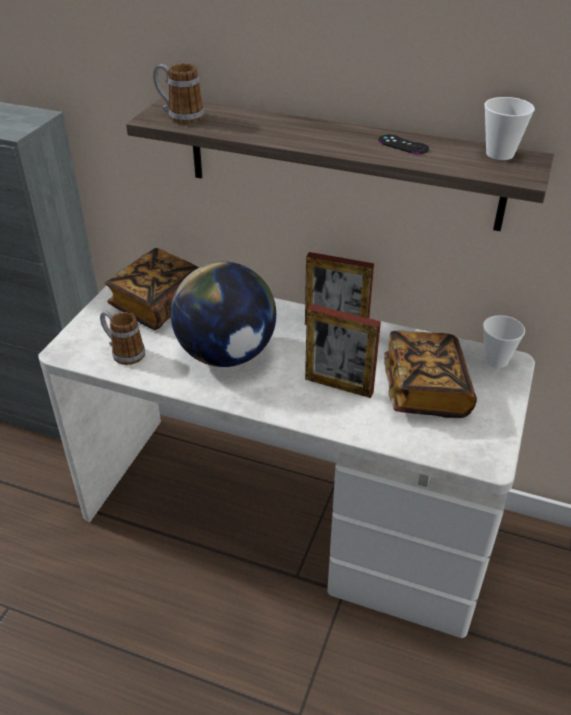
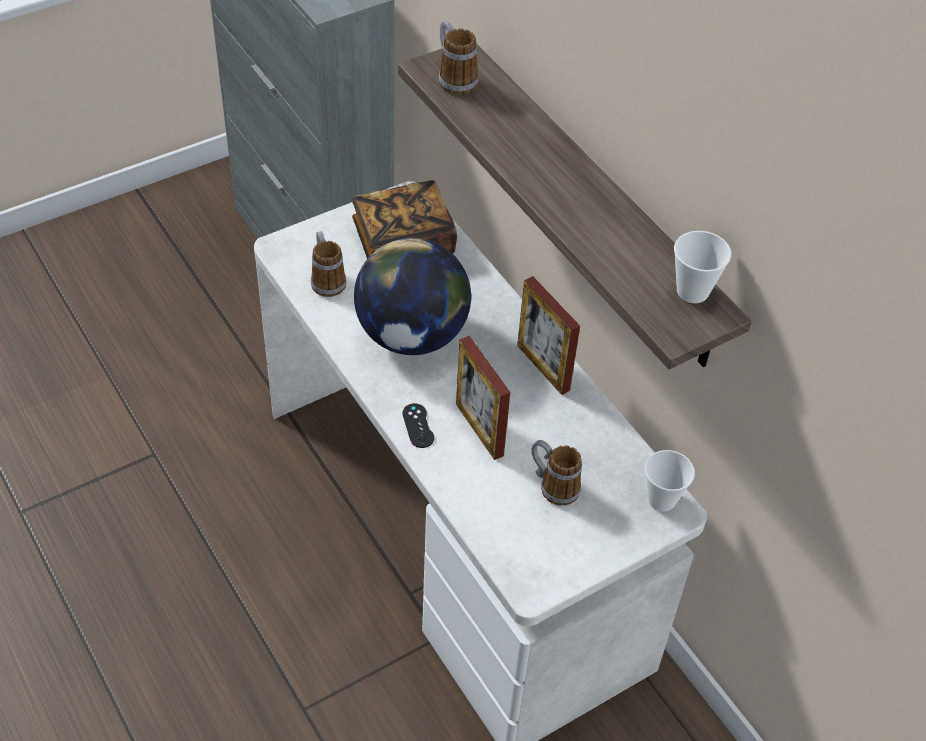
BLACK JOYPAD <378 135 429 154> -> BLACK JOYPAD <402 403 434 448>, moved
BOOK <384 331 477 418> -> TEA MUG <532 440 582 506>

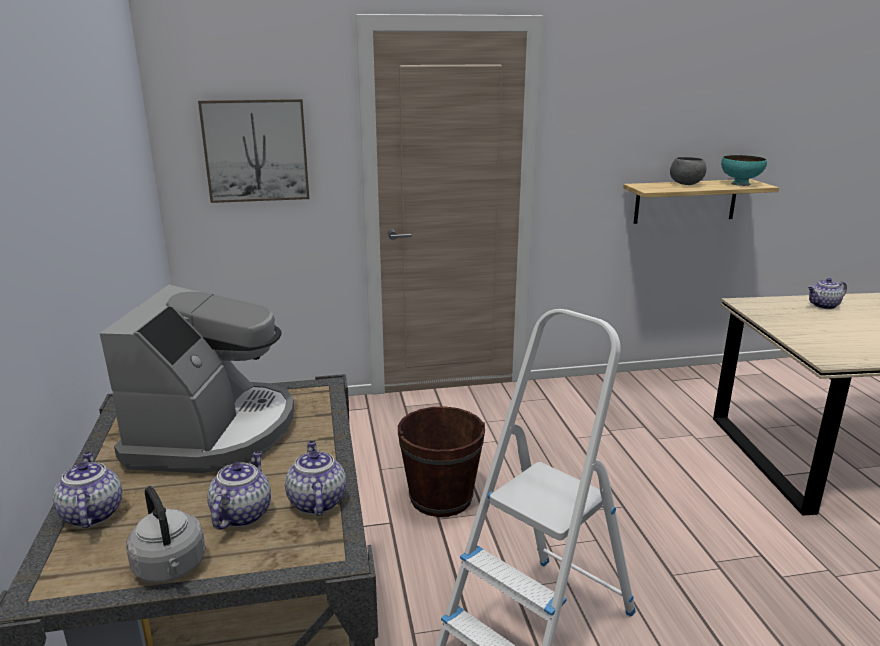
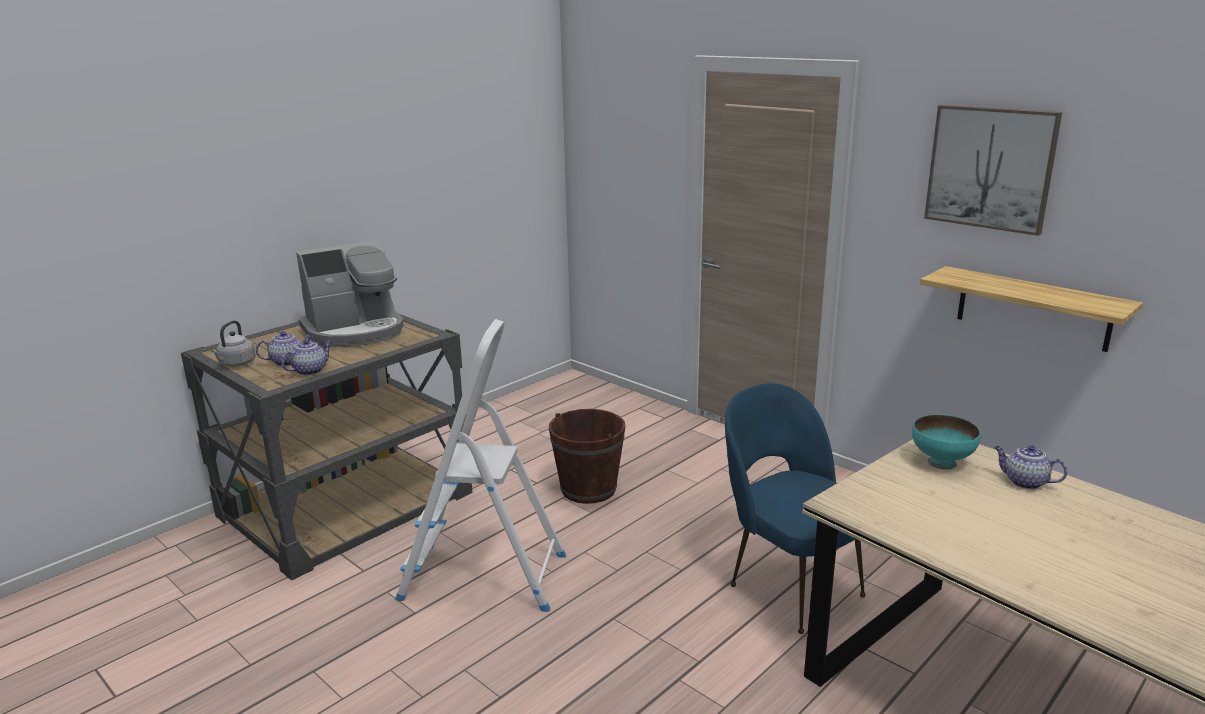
TEAPOT <53 452 122 528> -> none
PICTURE <198 99 309 203> -> PICTURE <924 105 1062 236>, moved
GRAY DEEP DISH <670 157 706 185> -> none
TURQUOISE-COLOURED DEEP DISH <721 155 767 186> -> TURQUOISE-COLOURED DEEP DISH <912 415 981 470>, moved
none -> BLUE-COLOURED CHAIR <725 383 866 634>

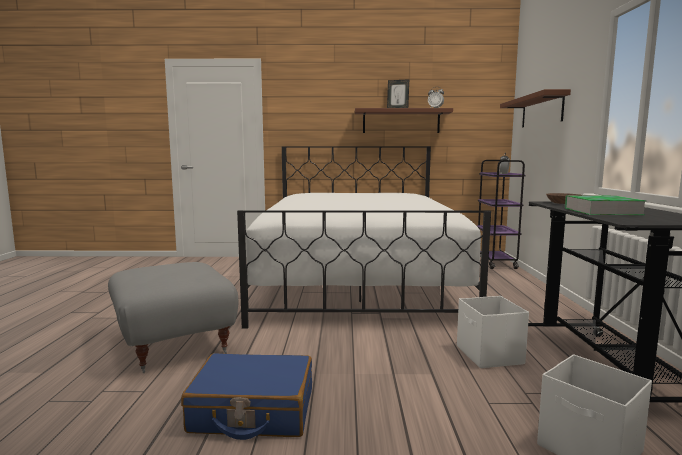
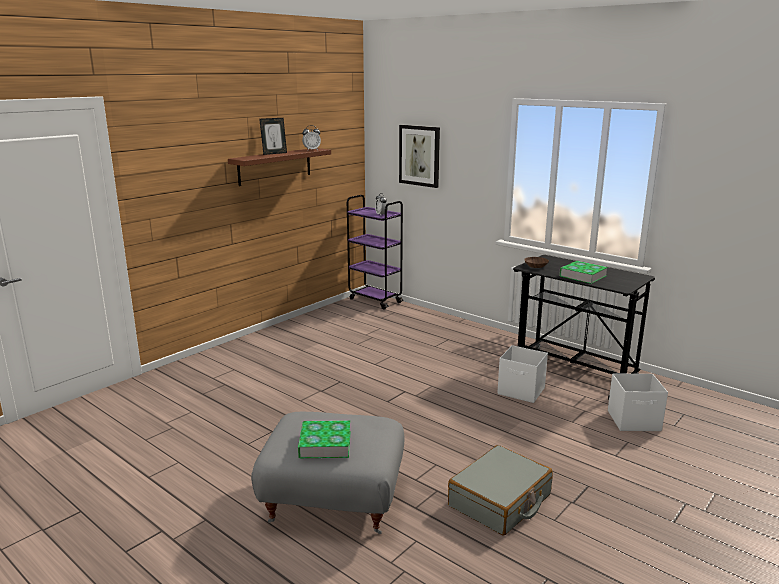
BLUE-COLOURED PIECE OF LUGGAGE <181 353 312 440> -> GRAY PIECE OF LUGGAGE <448 445 553 535>
WHITISH SLEEPING BED <237 146 491 328> -> none
BROWNISH BRACKET SHELF <500 89 571 128> -> PICTURE <399 125 440 188>
none -> BOOK <298 420 351 458>

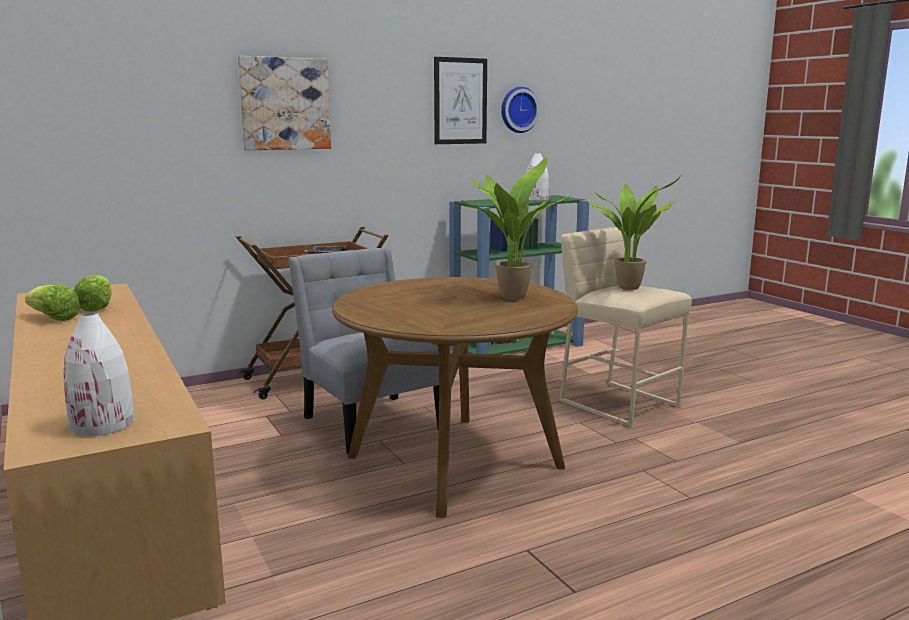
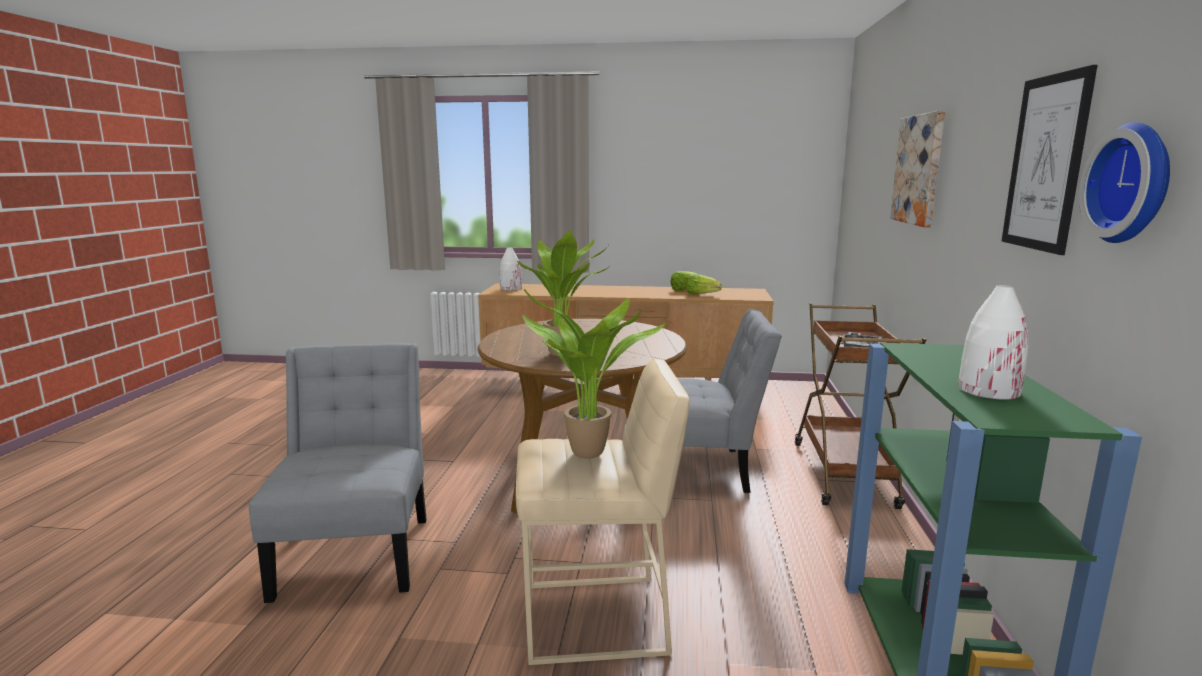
none -> GRAY CHAIR <249 343 427 603>

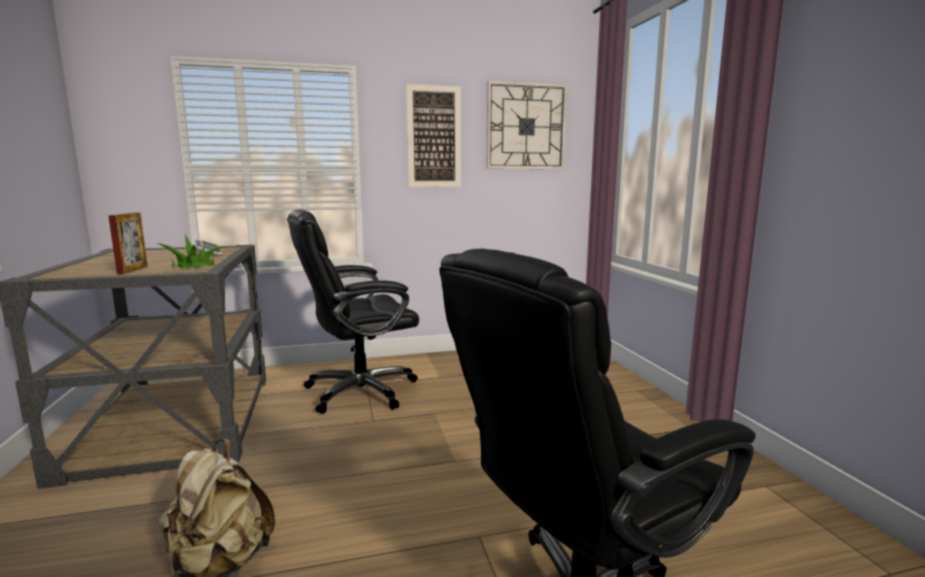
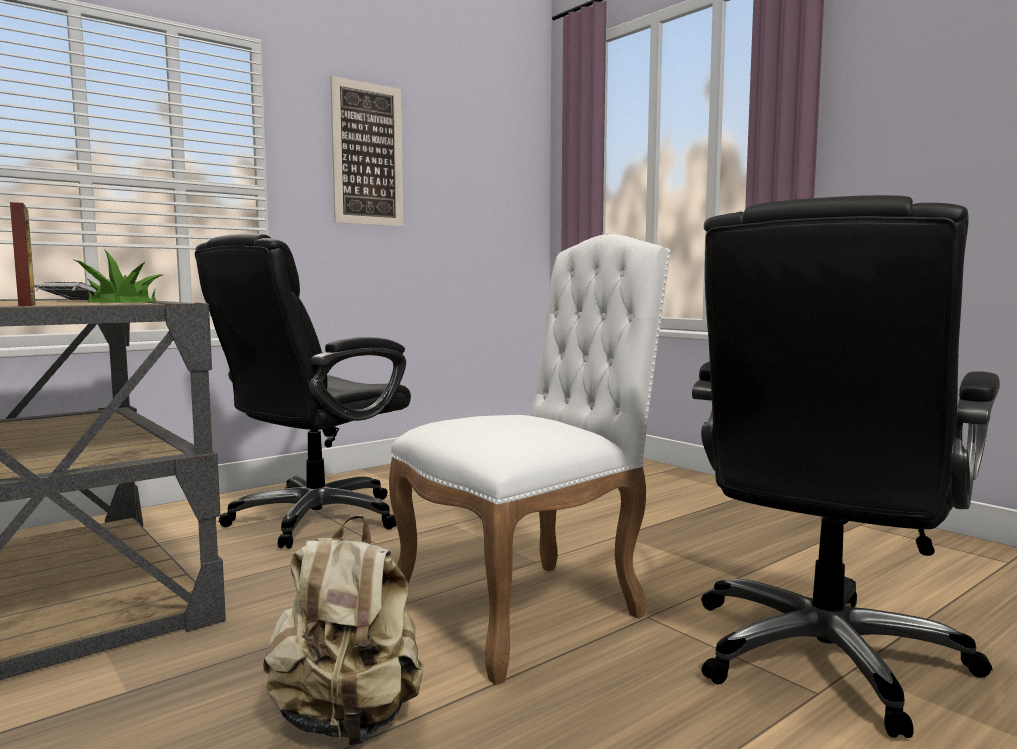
HANGING CLOCK <486 81 567 169> -> none
none -> WHITISH CHAIR <389 234 670 685>

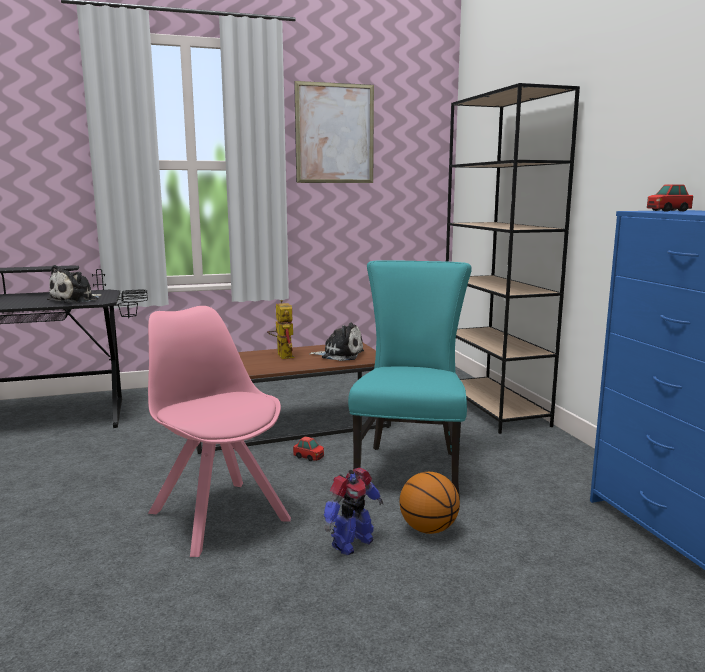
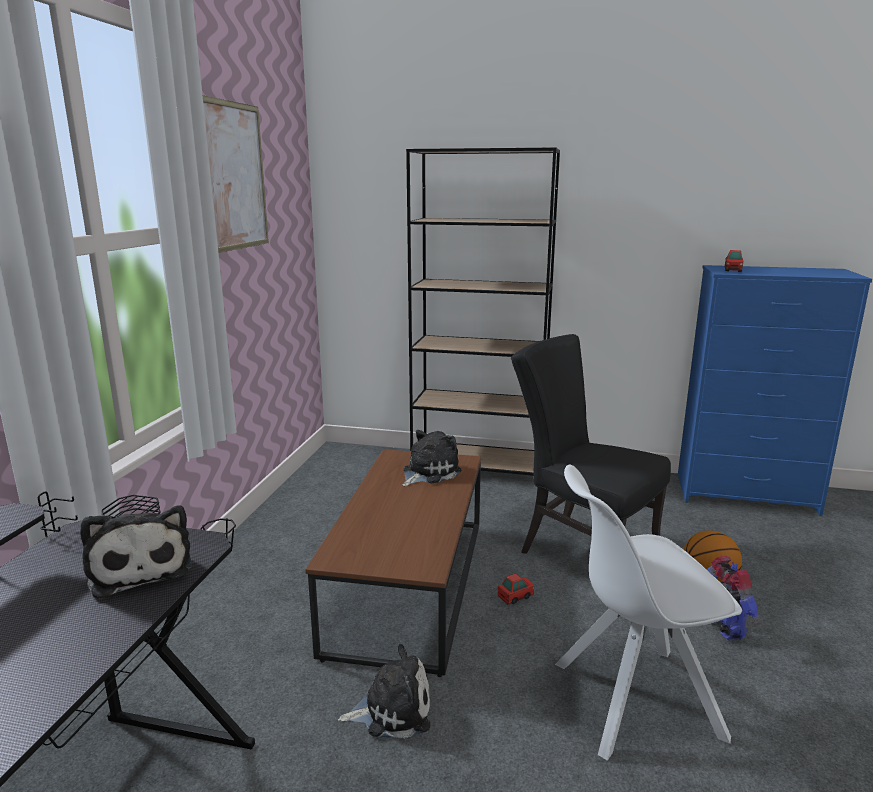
PINK CHAIR <148 306 291 557> -> WHITISH CHAIR <555 465 742 761>
MODEL ROBOT <267 300 295 359> -> none
TURQUOISE-COLOURED CHAIR <348 260 472 499> -> BLACK CHAIR <511 334 671 554>
none -> CUDDLY TOY <338 644 430 739>

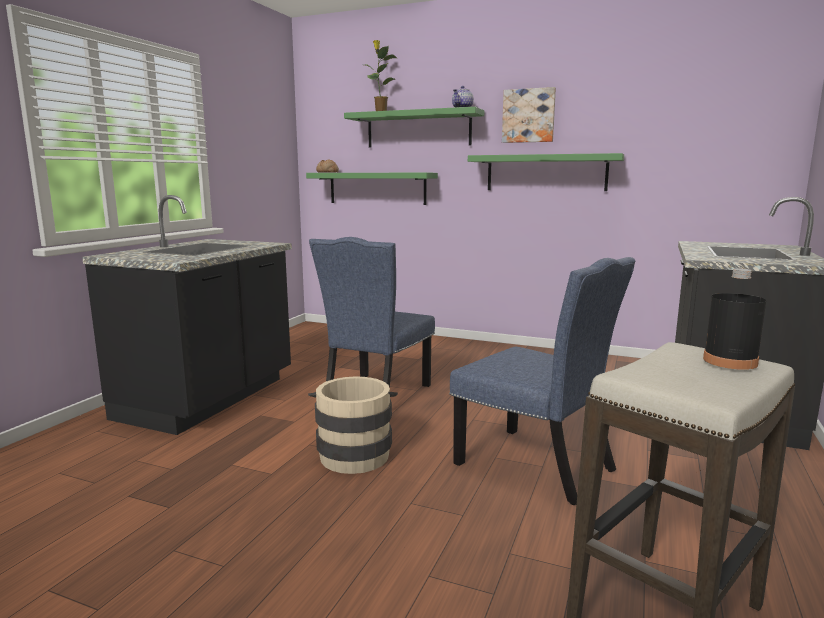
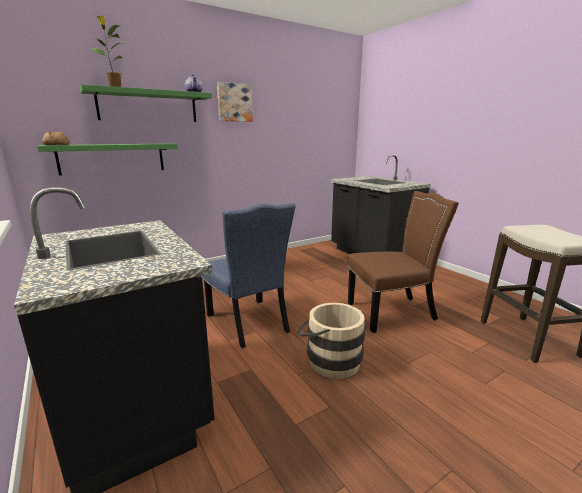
BLUE-COLOURED CHAIR <449 257 635 505> -> BROWNISH CHAIR <347 191 459 333>
GREEN BRACKET SHELF <468 153 624 191> -> none
BLACK DRINK BOTTLE <703 268 766 370> -> none

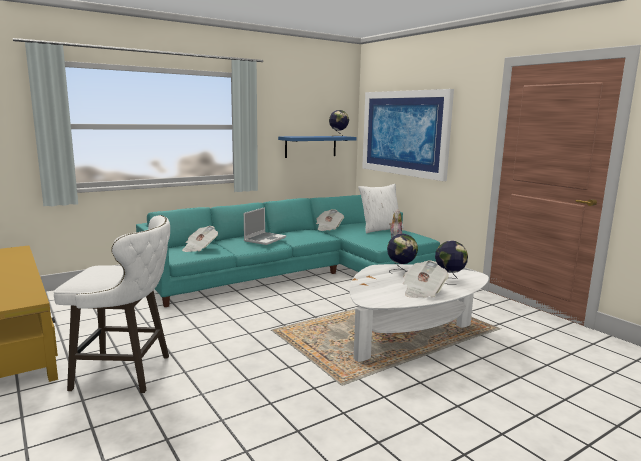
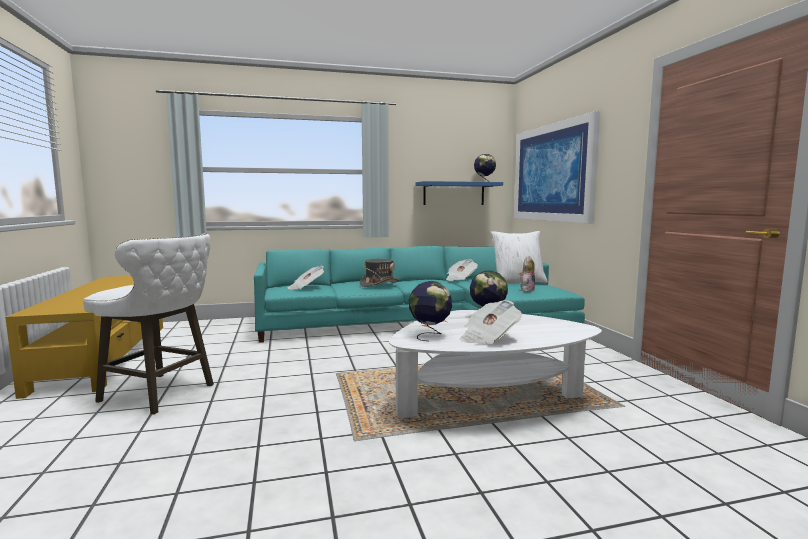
NOTEBOOK COMPUTER <244 207 286 245> -> GRAY HAT <360 259 399 287>
DESK GLOBE <435 241 468 285> -> DESK GLOBE <409 281 452 341>, moved

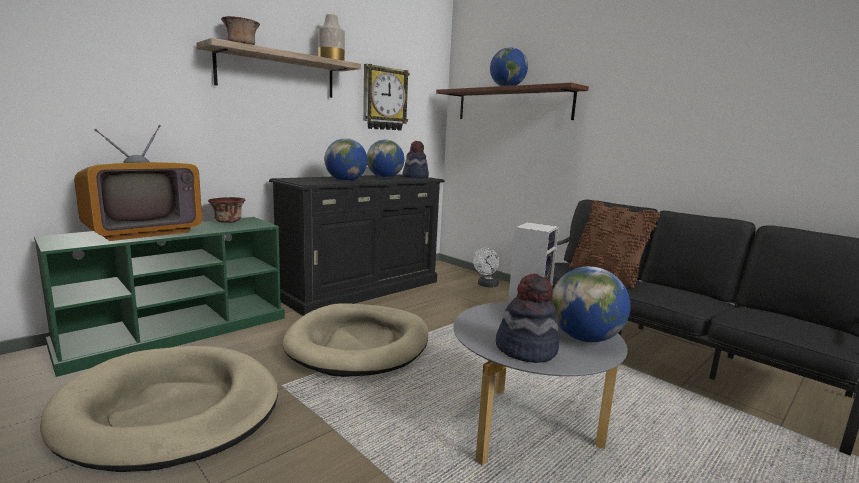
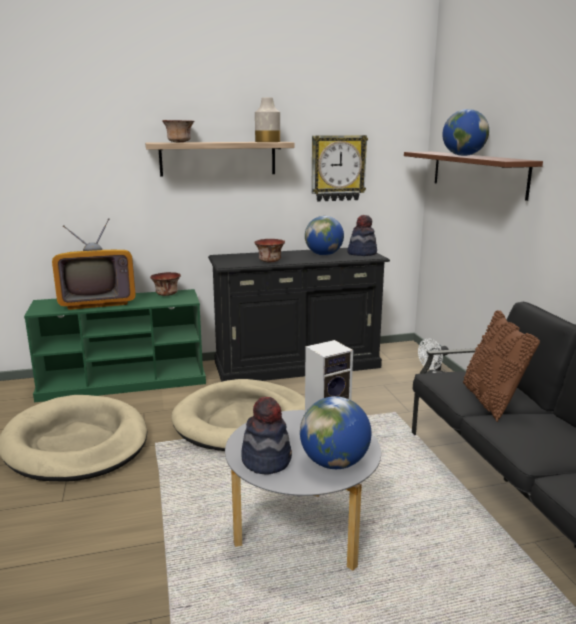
DESK GLOBE <324 138 368 181> -> DEEP DISH <254 239 285 262>

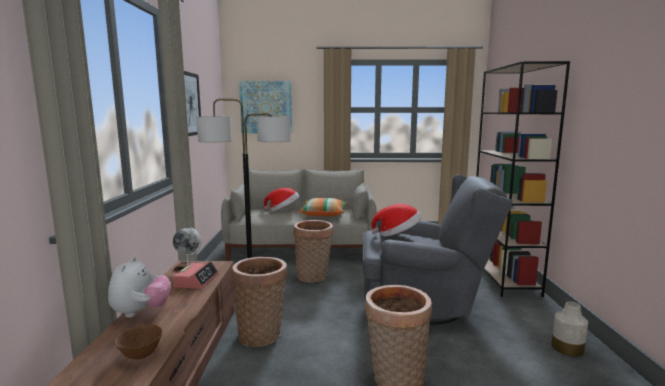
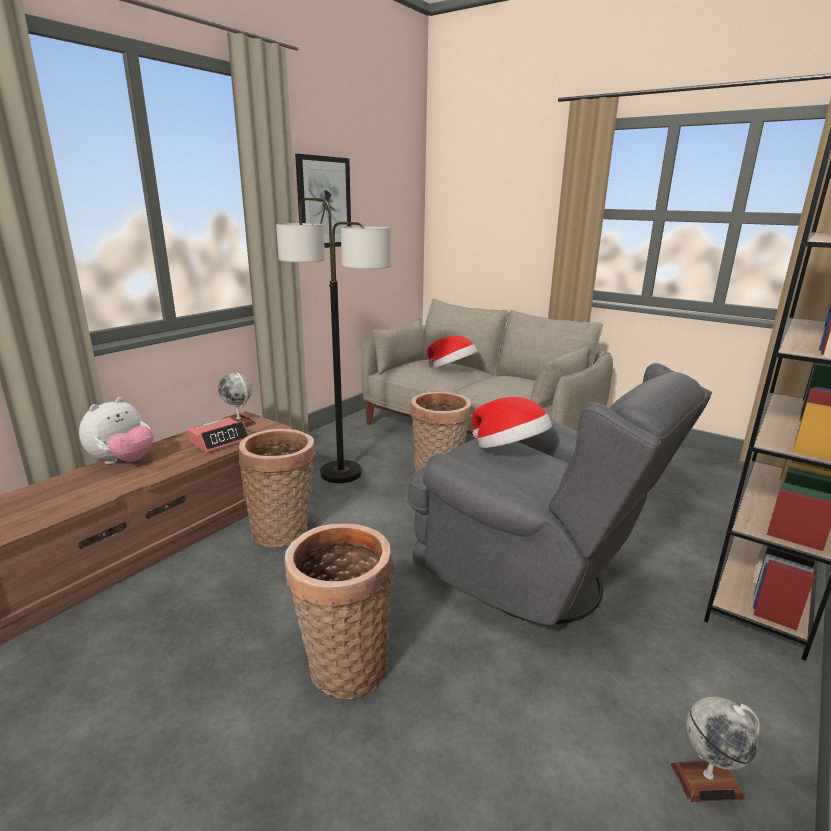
BROWNISH DEEP DISH <114 324 162 359> -> none
PICTURE <239 81 292 133> -> none
THROW PILLOW <299 198 347 216> -> none
SAND-COLOURED DECORATIVE VASE <551 301 588 357> -> DESK GLOBE <671 697 760 802>

